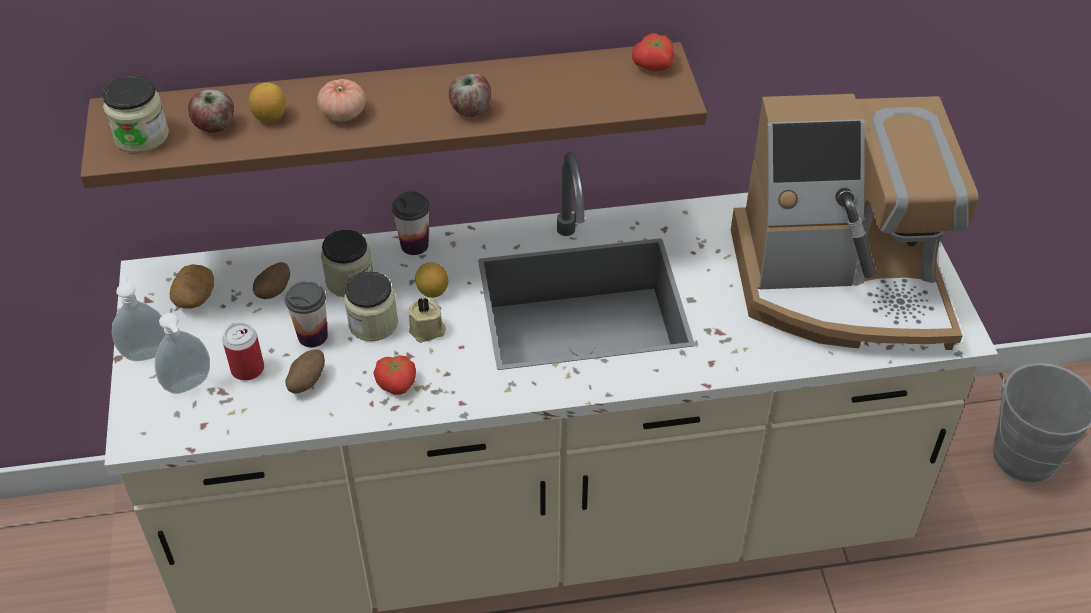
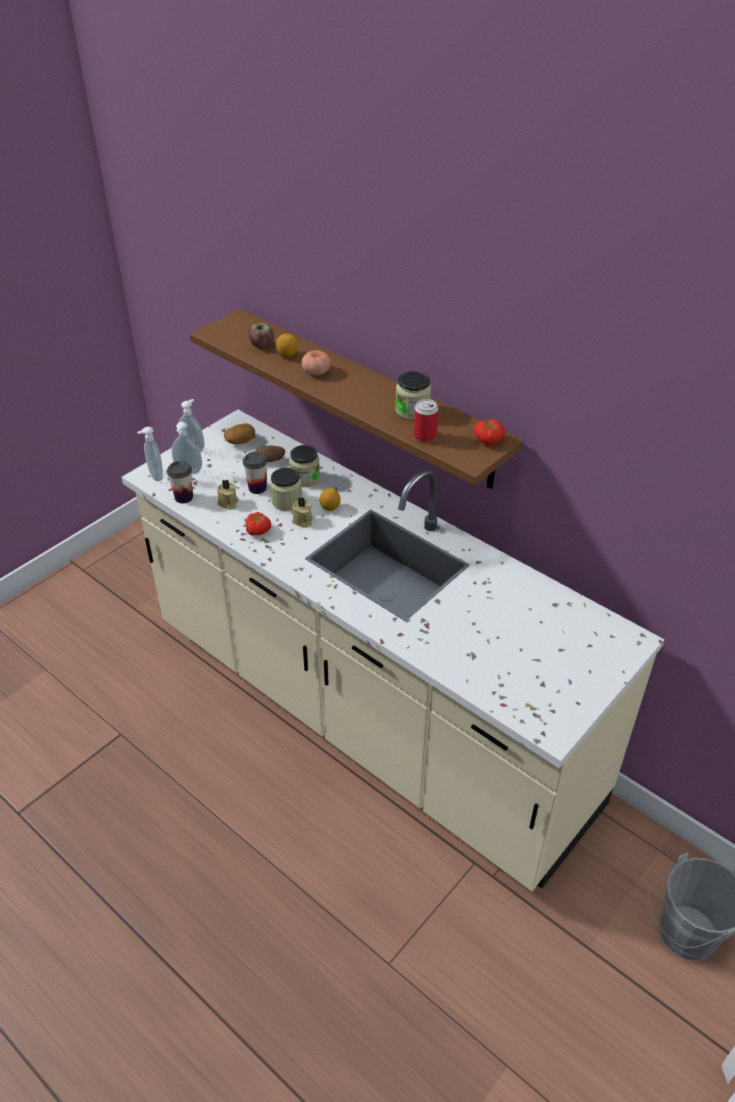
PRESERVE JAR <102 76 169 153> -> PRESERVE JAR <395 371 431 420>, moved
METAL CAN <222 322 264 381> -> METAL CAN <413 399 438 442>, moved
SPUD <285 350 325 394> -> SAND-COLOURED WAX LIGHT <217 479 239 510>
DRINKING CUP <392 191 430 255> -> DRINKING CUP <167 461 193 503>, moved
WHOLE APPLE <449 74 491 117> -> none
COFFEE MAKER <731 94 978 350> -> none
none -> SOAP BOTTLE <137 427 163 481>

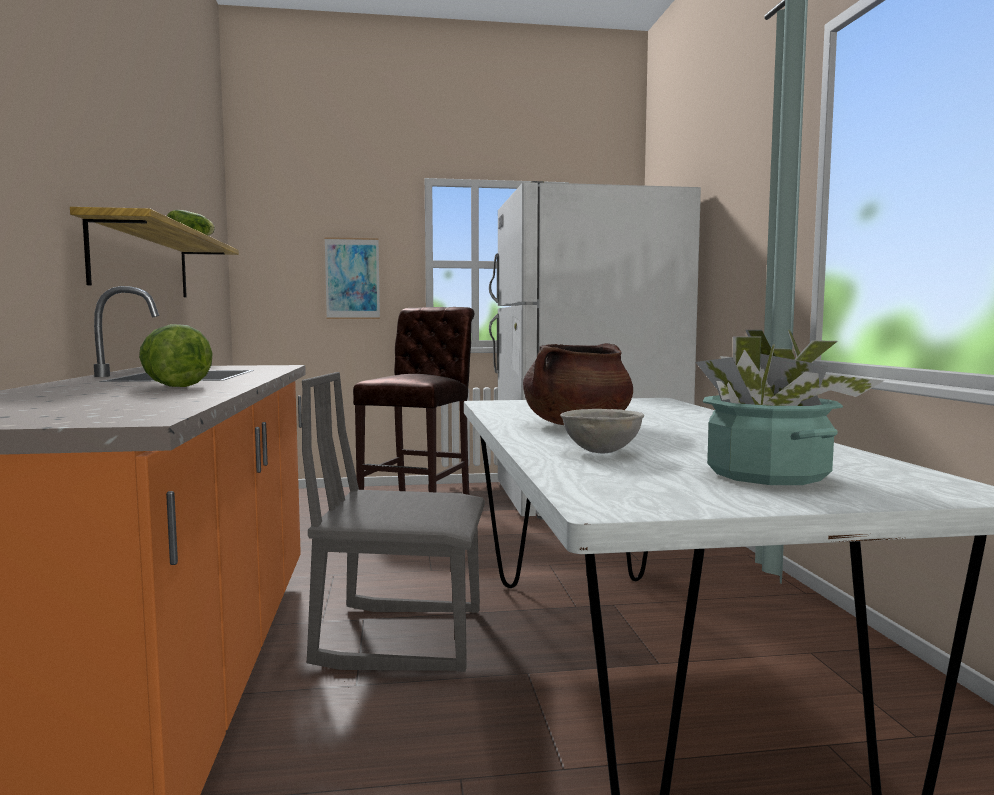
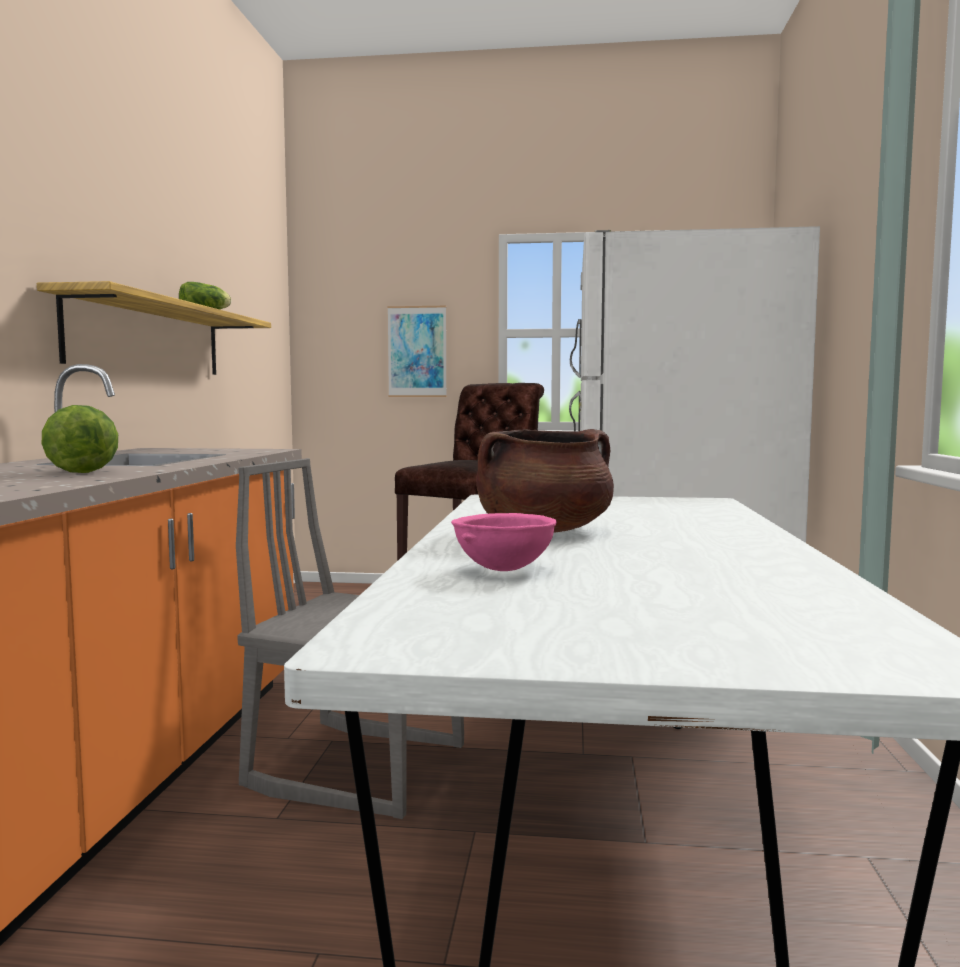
GRAY DEEP DISH <560 409 644 453> -> PINK DEEP DISH <451 513 557 571>
POTTED PLANT <695 329 884 485> -> none

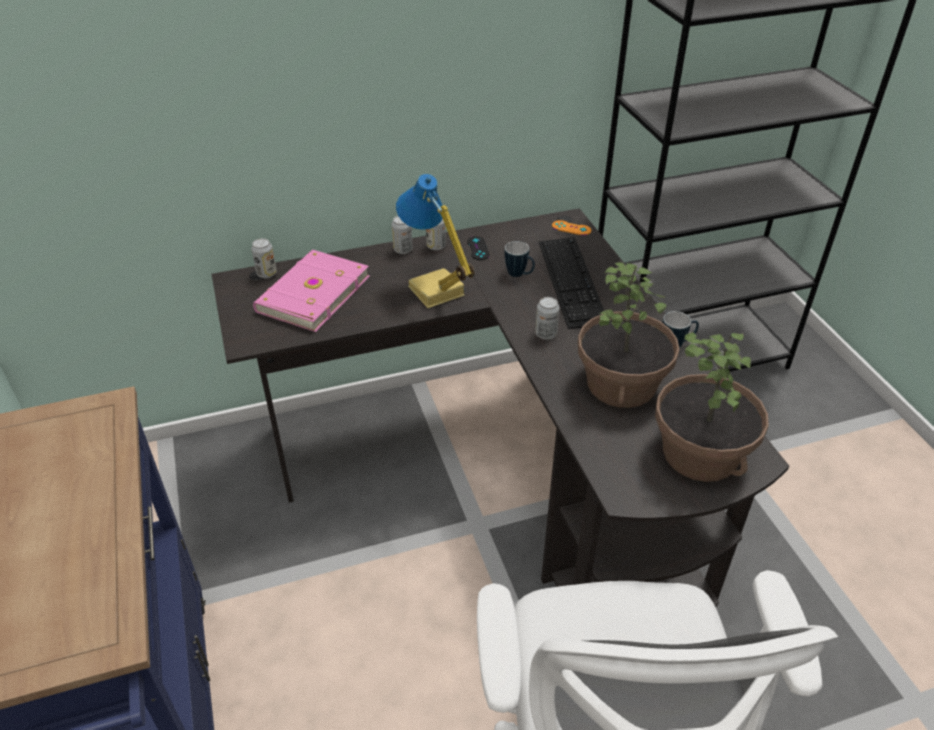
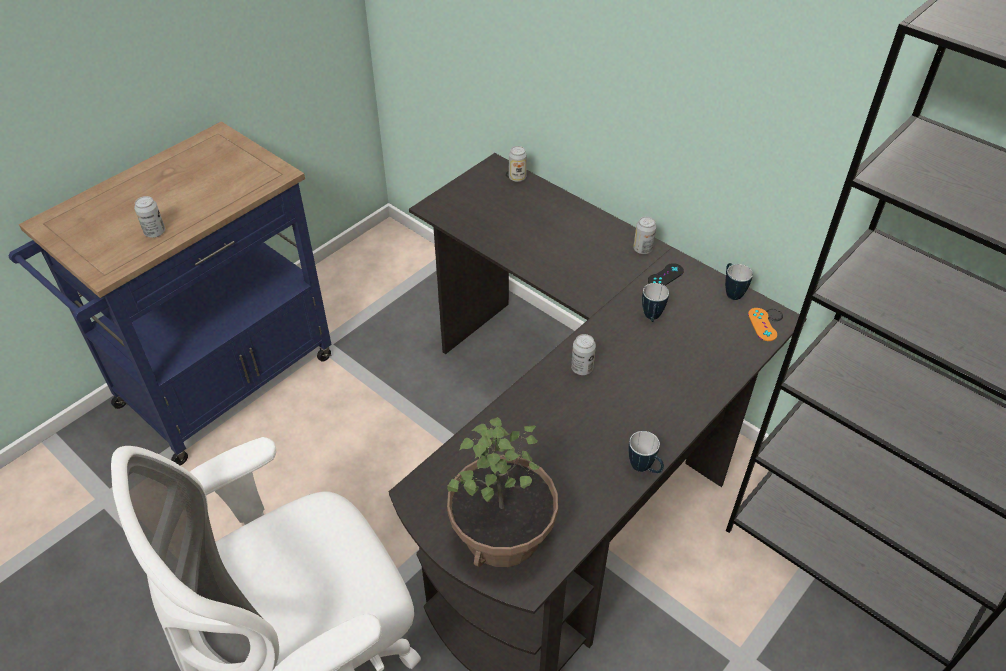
PINK BOOK <253 250 370 332> -> none
METAL CAN <392 216 413 254> -> METAL CAN <134 196 165 238>, moved
TABLE LAMP <396 174 475 308> -> none
KEYBOARD <539 237 604 329> -> none
POTTED PLANT <578 262 679 408> -> none
none -> TEA MUG <725 263 753 300>

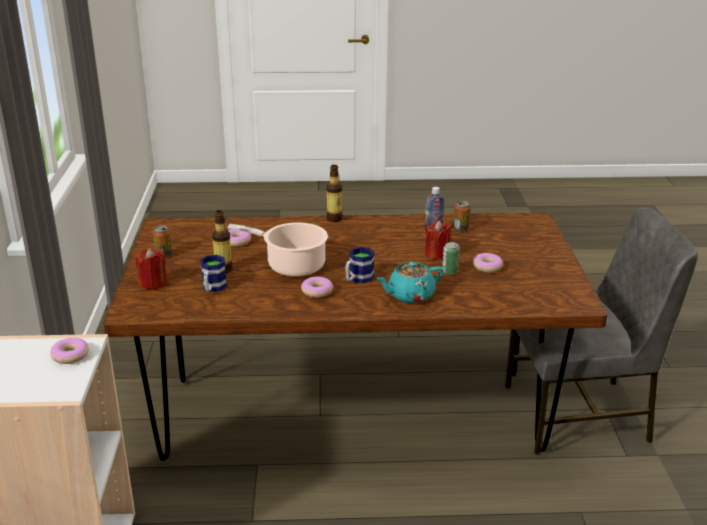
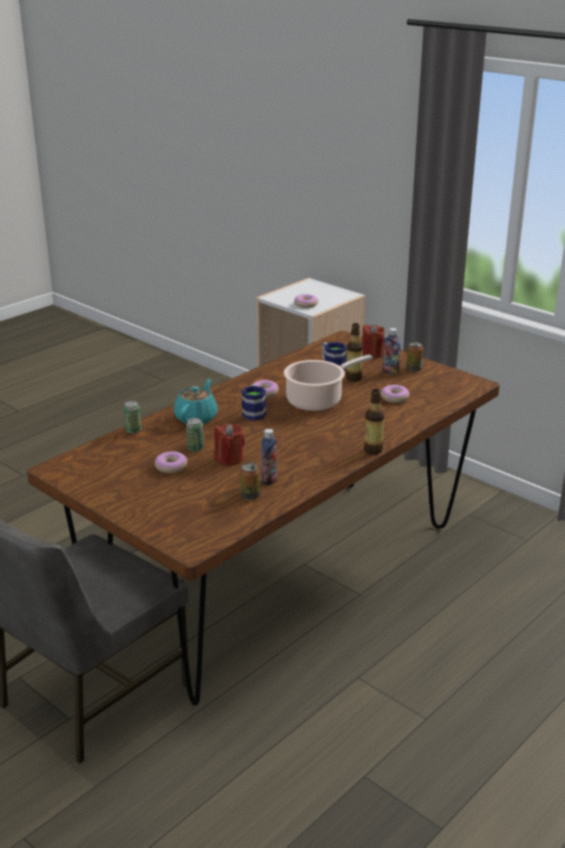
none -> METAL CAN <123 401 141 434>
none -> DRINK BOTTLE <383 328 401 375>

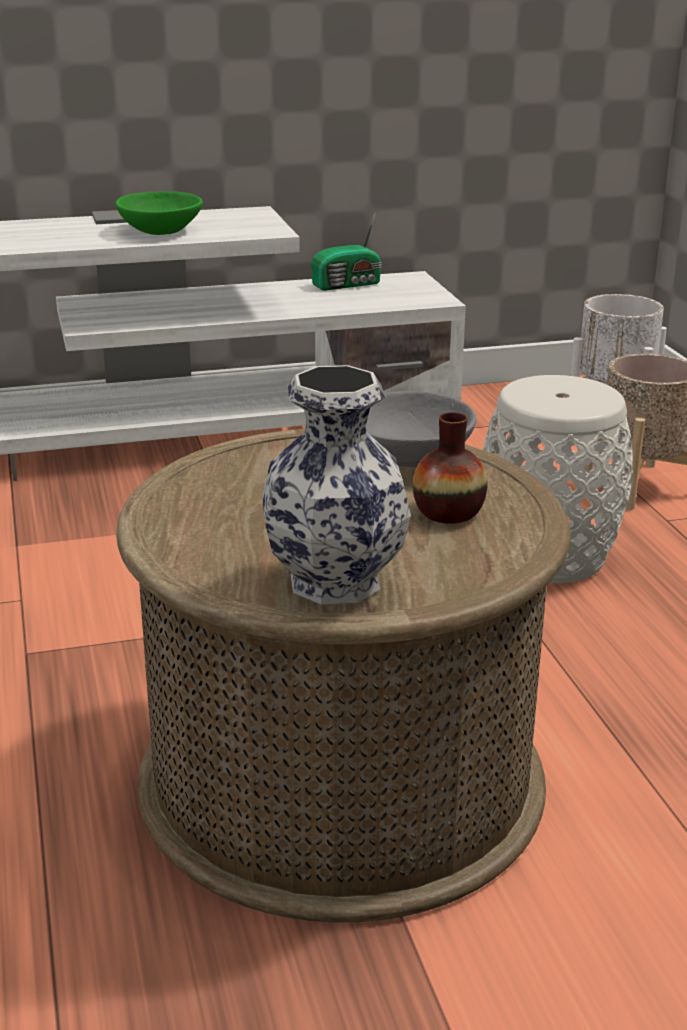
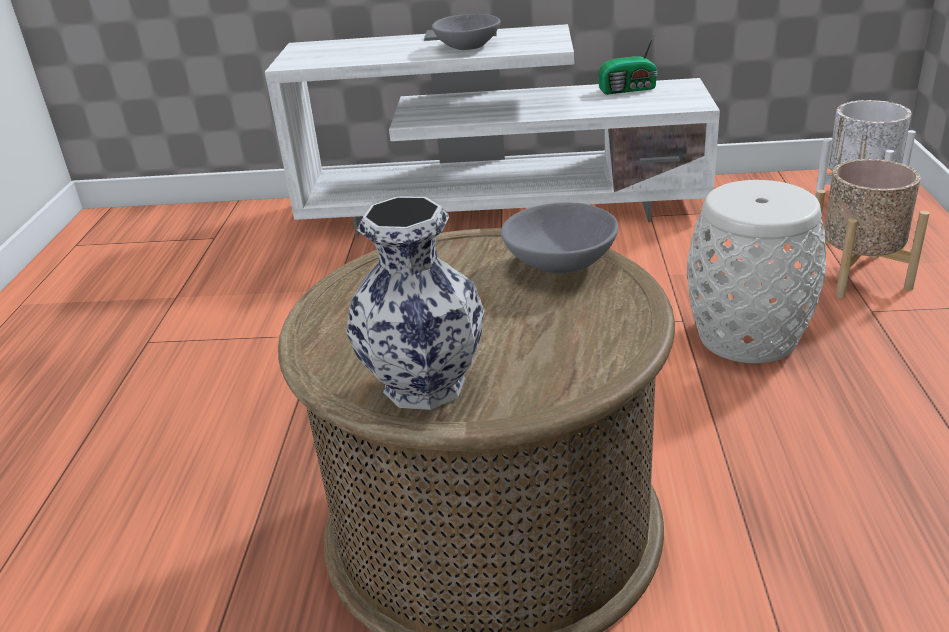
GREEN DEEP DISH <115 191 203 235> -> GRAY DEEP DISH <432 14 500 50>
DECORATIVE VASE <413 412 488 524> -> none

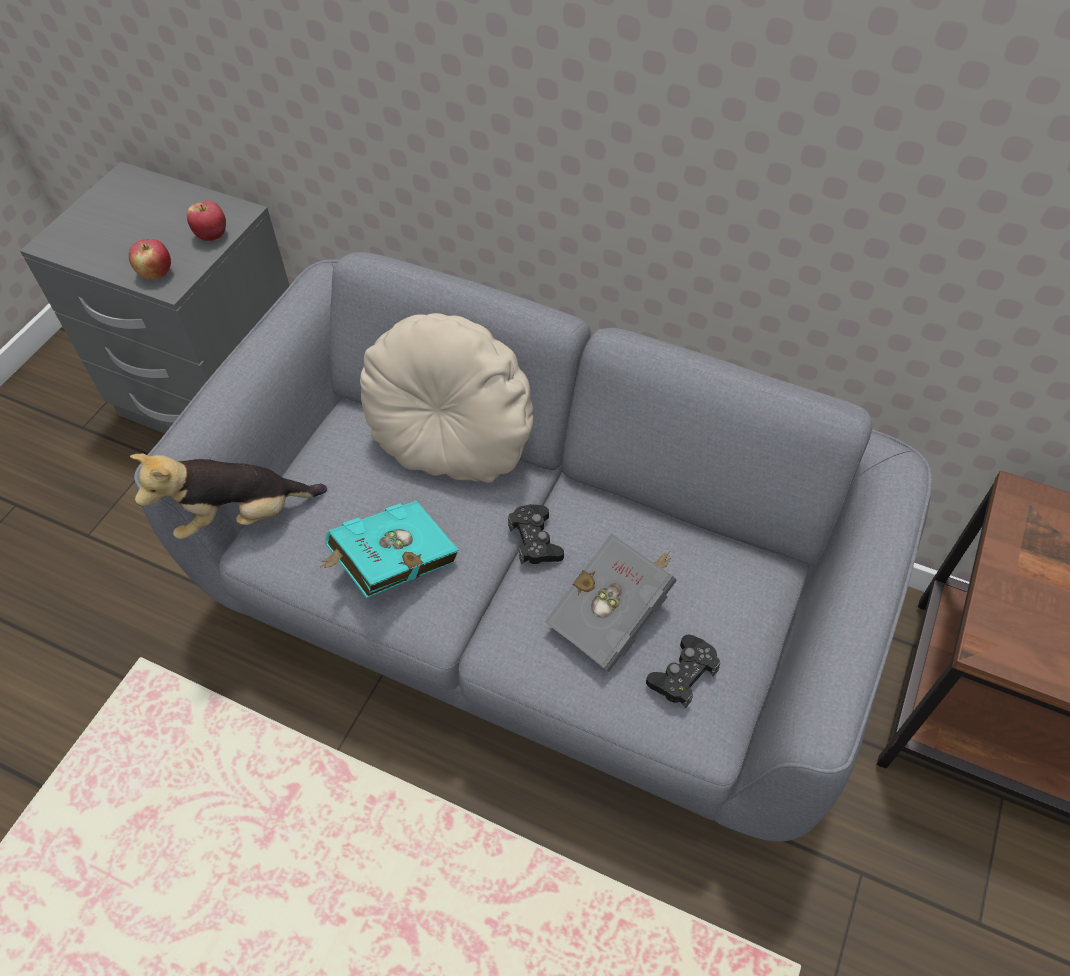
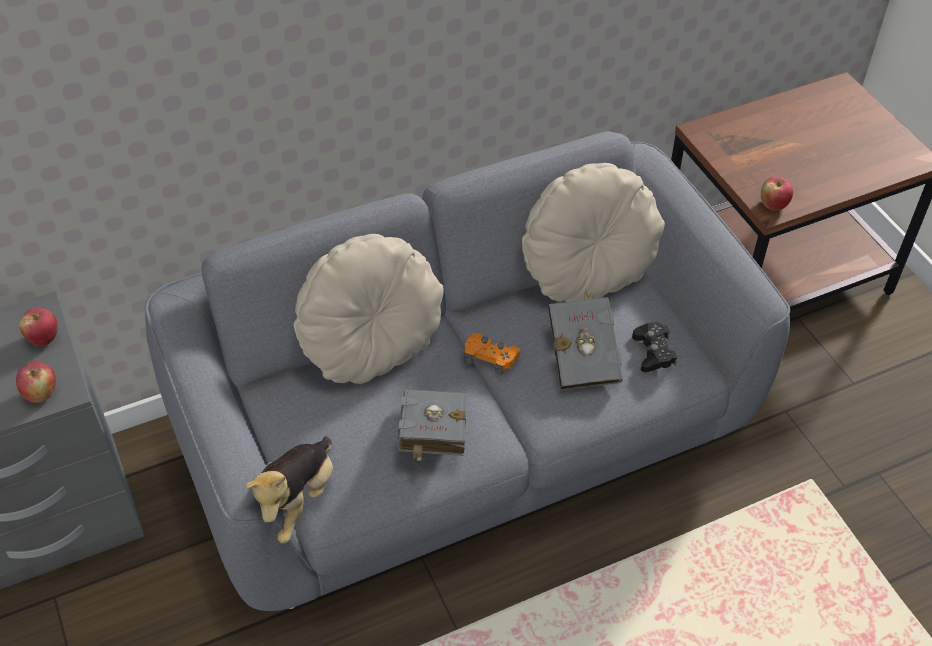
TURQUOISE-COLOURED BOOK <319 501 459 598> -> GRAY BOOK <397 389 467 463>
BLACK JOYPAD <508 504 564 565> -> ORANGEY JOYPAD <465 333 520 376>
none -> SAND-COLOURED THROW PILLOW <522 163 665 302>
none -> WHOLE APPLE <761 176 793 211>

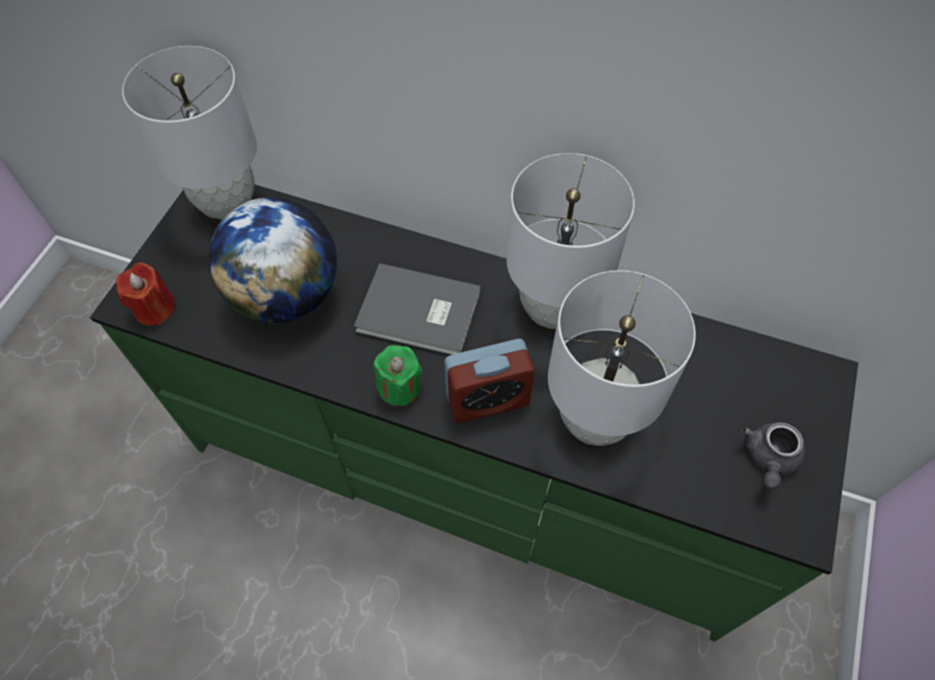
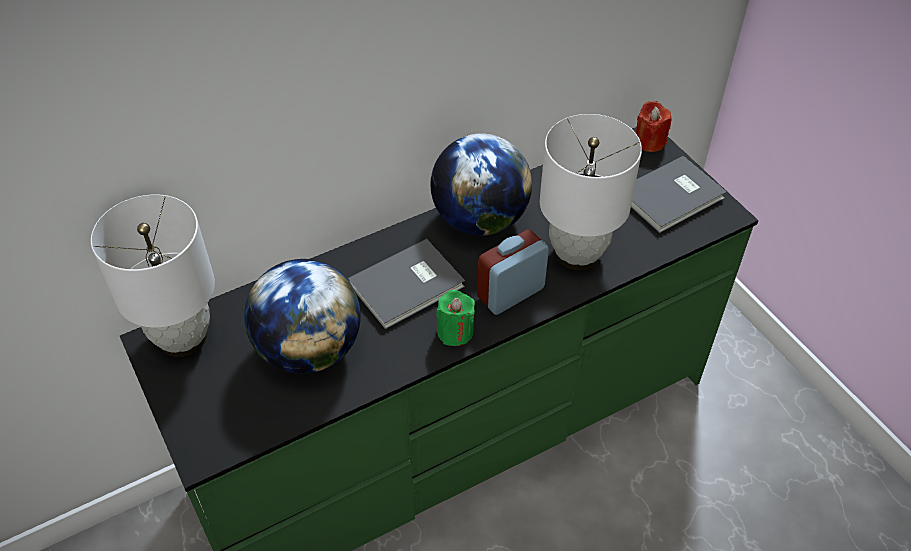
RED-COLOURED WAX LIGHT <116 263 175 325> -> RED-COLOURED WAX LIGHT <636 101 672 152>, moved
TABLE CLOCK <444 339 535 423> -> TABLE CLOCK <477 229 549 315>, 150 degrees counterclockwise
WHITISH TABLE LAMP <507 153 635 333> -> DESK GLOBE <430 133 532 236>
GRAY TEAPOT <742 423 805 490> -> GRAY BOOK <631 156 727 233>

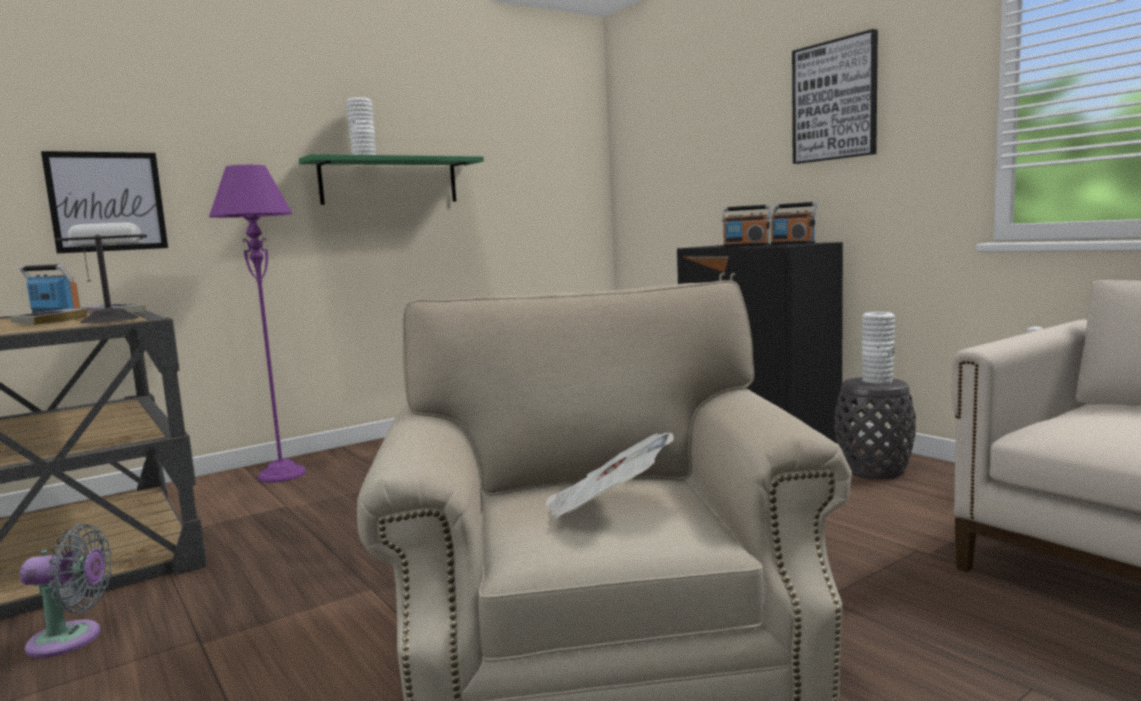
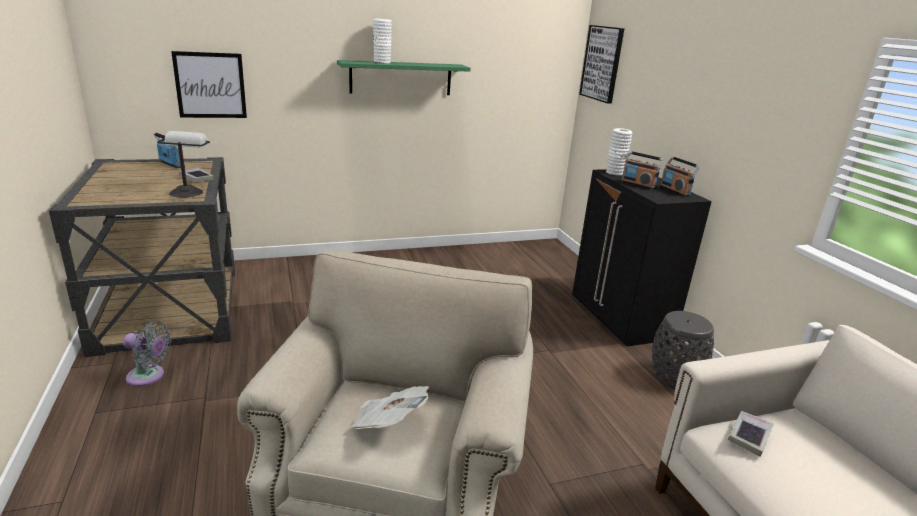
BOOK <10 308 87 325> -> BOOK <728 411 774 457>, moved
PURPLE-COLOURED STANDING LAMP <209 165 306 483> -> none
PICTURE <792 29 878 164> -> PICTURE <579 25 624 104>, moved
WHITISH DECORATIVE VASE <861 312 895 384> -> WHITISH DECORATIVE VASE <606 128 632 175>, moved

